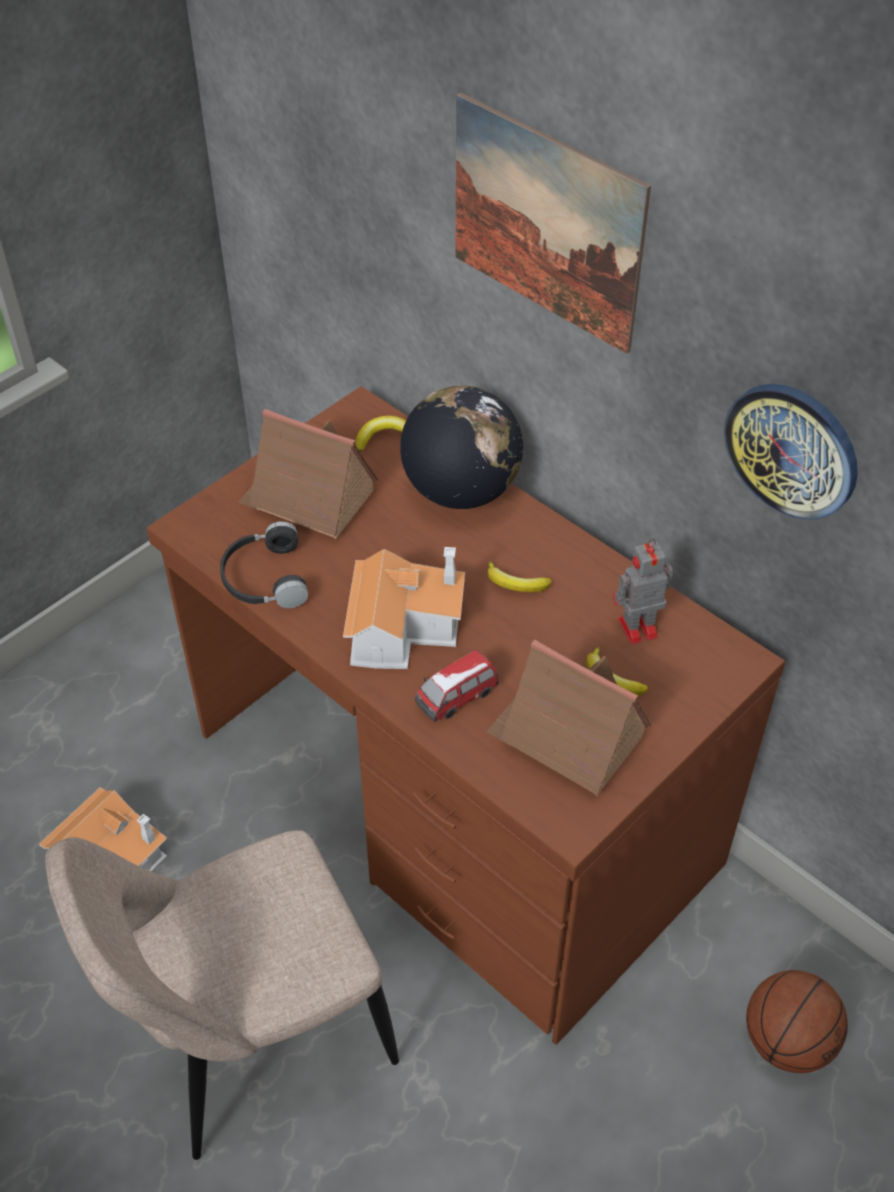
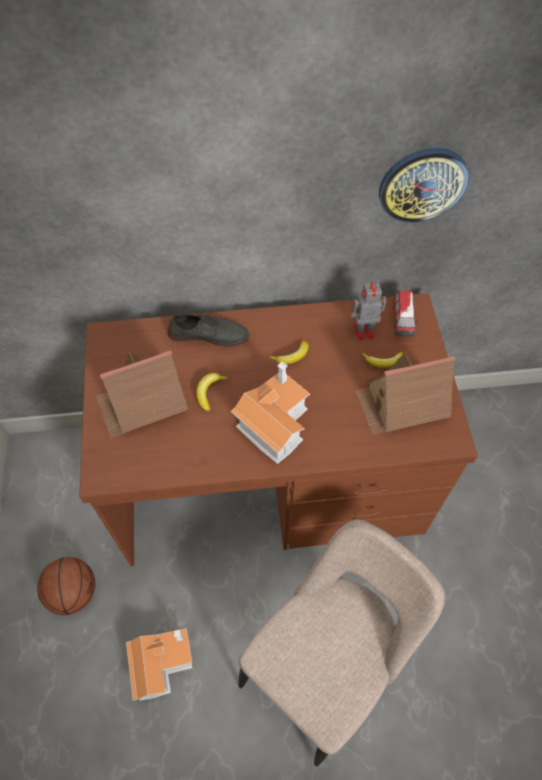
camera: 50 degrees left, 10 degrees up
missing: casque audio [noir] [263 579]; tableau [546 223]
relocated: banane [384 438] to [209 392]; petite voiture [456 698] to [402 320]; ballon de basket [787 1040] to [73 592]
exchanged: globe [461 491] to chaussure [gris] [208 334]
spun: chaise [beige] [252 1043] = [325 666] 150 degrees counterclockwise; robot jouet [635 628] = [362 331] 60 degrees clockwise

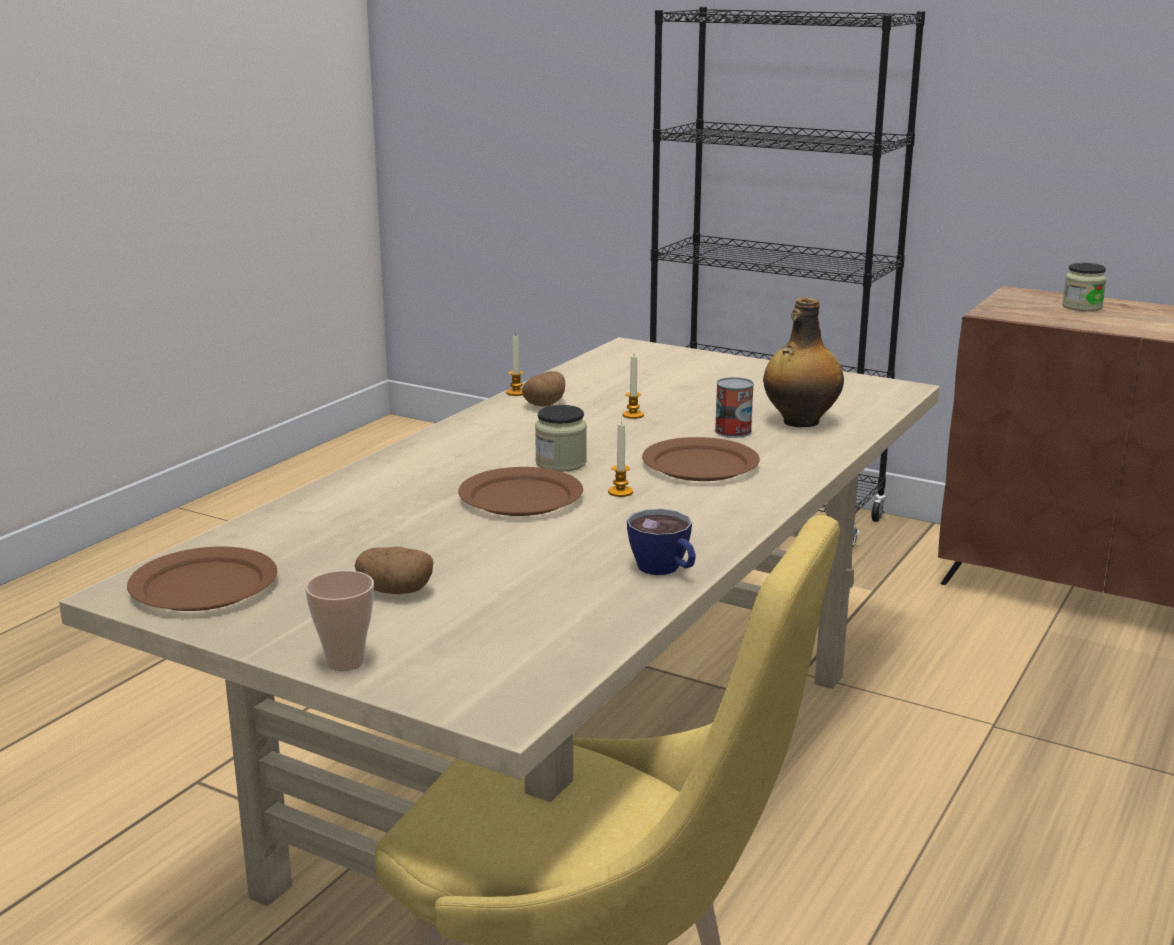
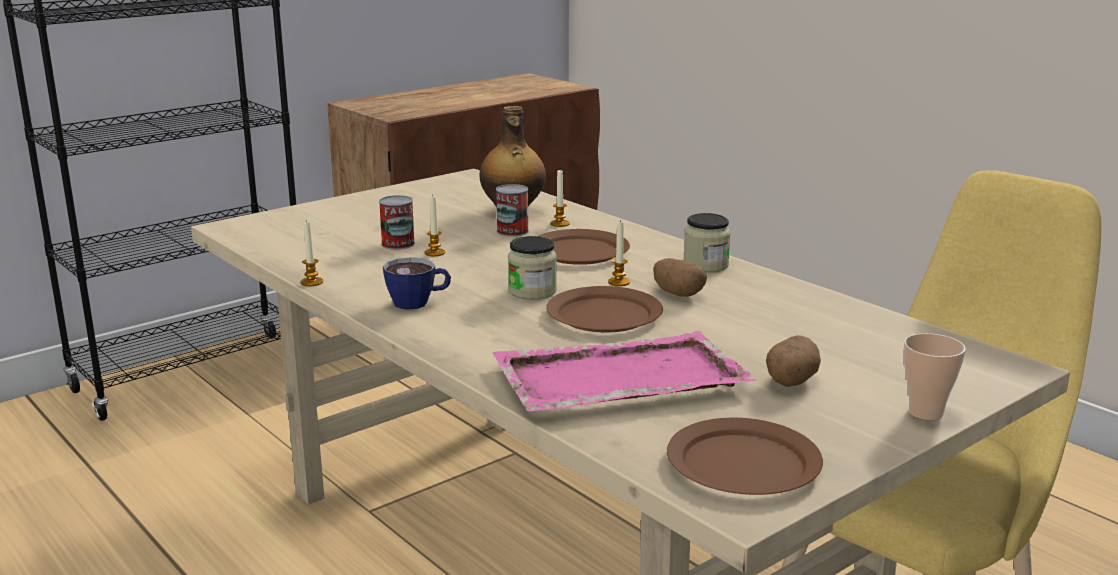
camera: 70 degrees left, 0 degrees up
appeared: boîte métallique [398 244]; plateau [rose] [617 379]; bougie [560 224]
relocated: pomme de terre [545 404] to [678 294]; tasse [665 570] to [419 302]; bocal [1082 307] to [705 265]

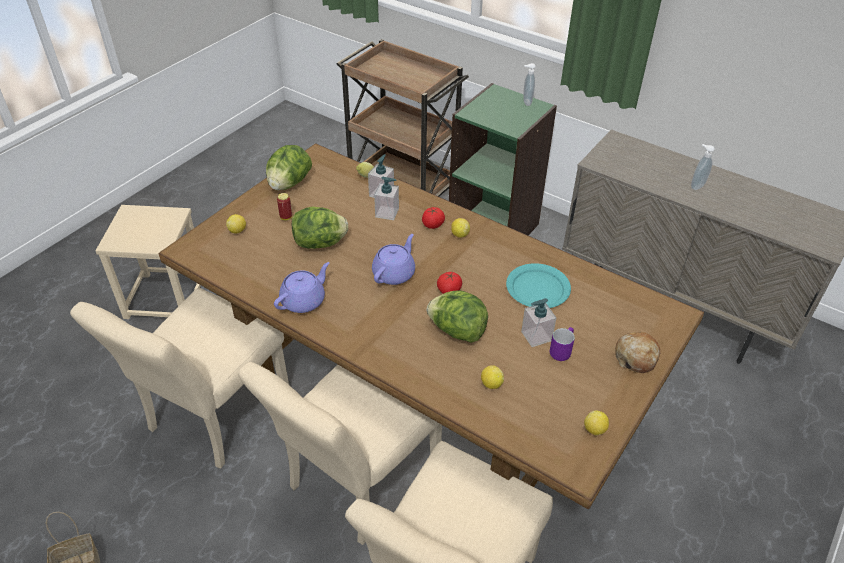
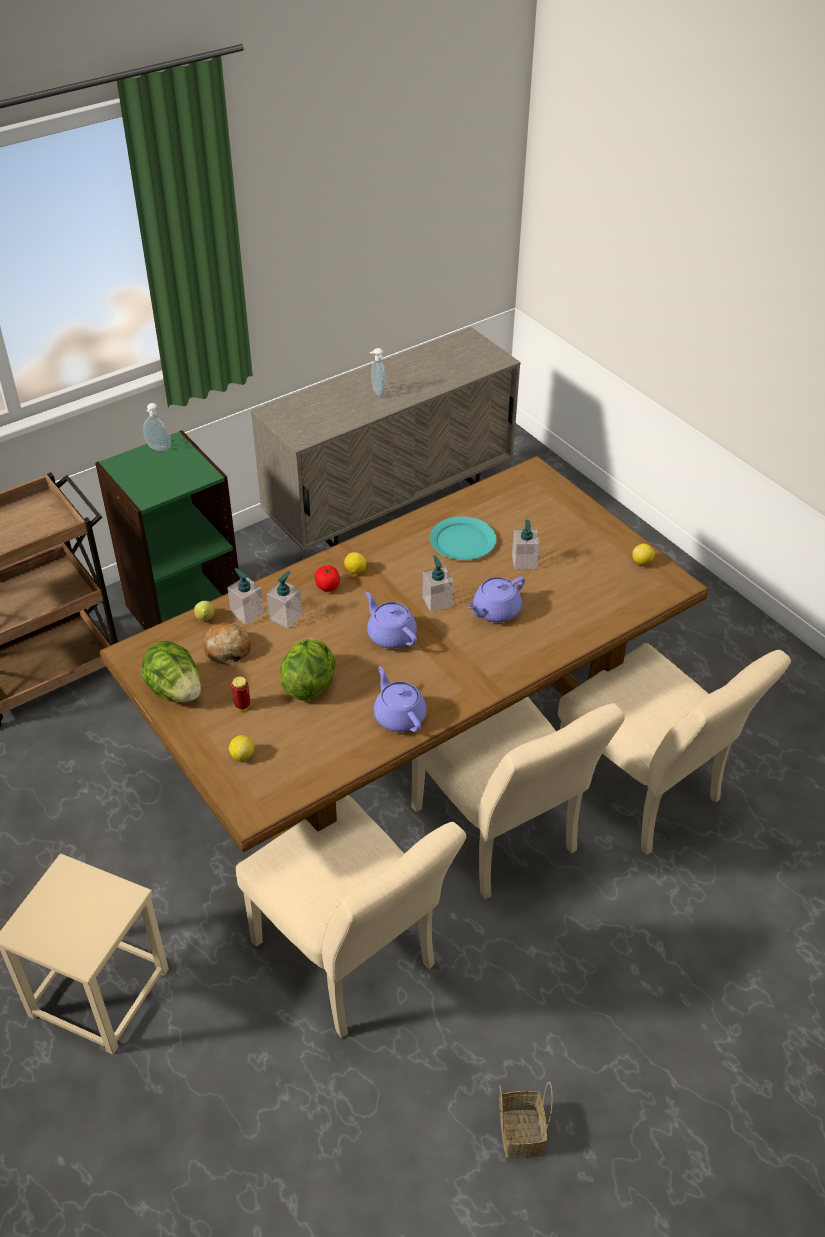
camera: 70 degrees left, 0 degrees up
missing: citron [491 384]; mug [violet] [560 350]
relocated: pain [636 357] to [227 649]
exchanged: laitue [457 331] to théière [violet] [495 611]; tomate [449 290] to distributeur de savon [437 601]

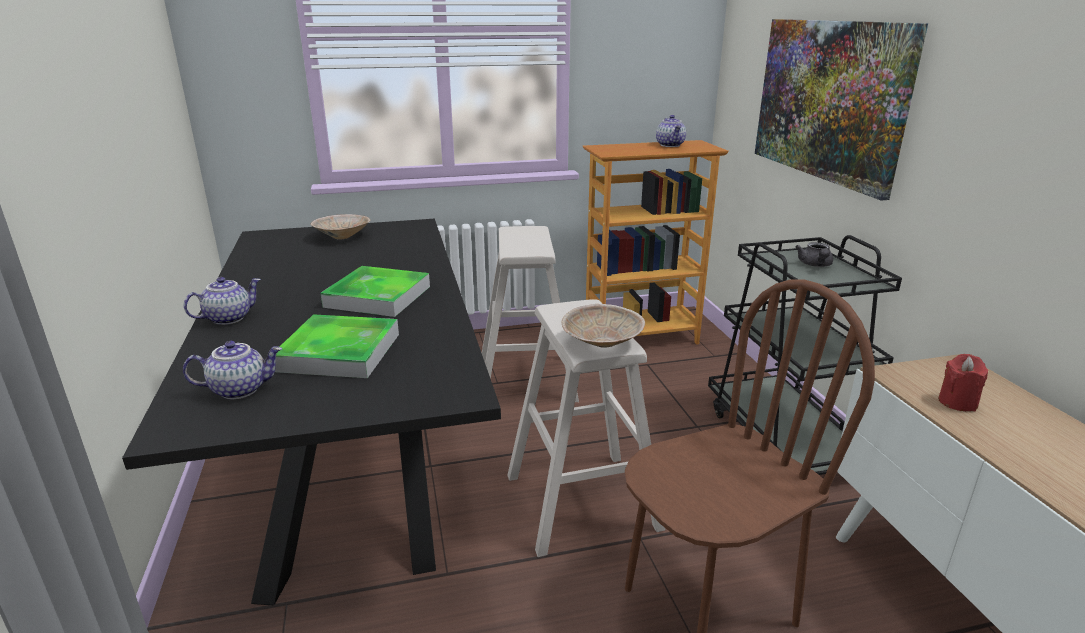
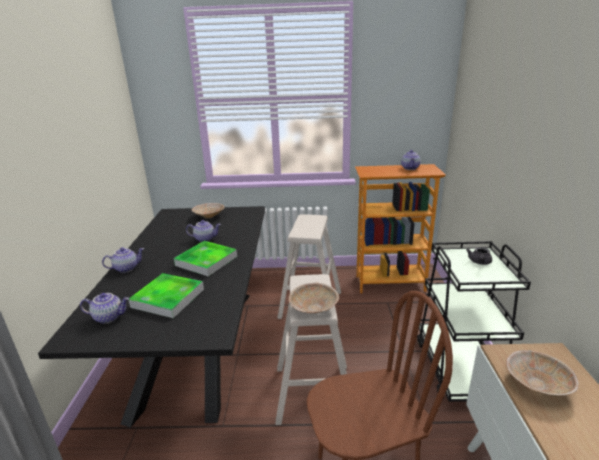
camera: 15 degrees right, 0 degrees up
missing: tableau [828 100]
appeared: théière [205 239]
exchanged: bougie [rouge] [957 402] to bol [beige] [536 383]

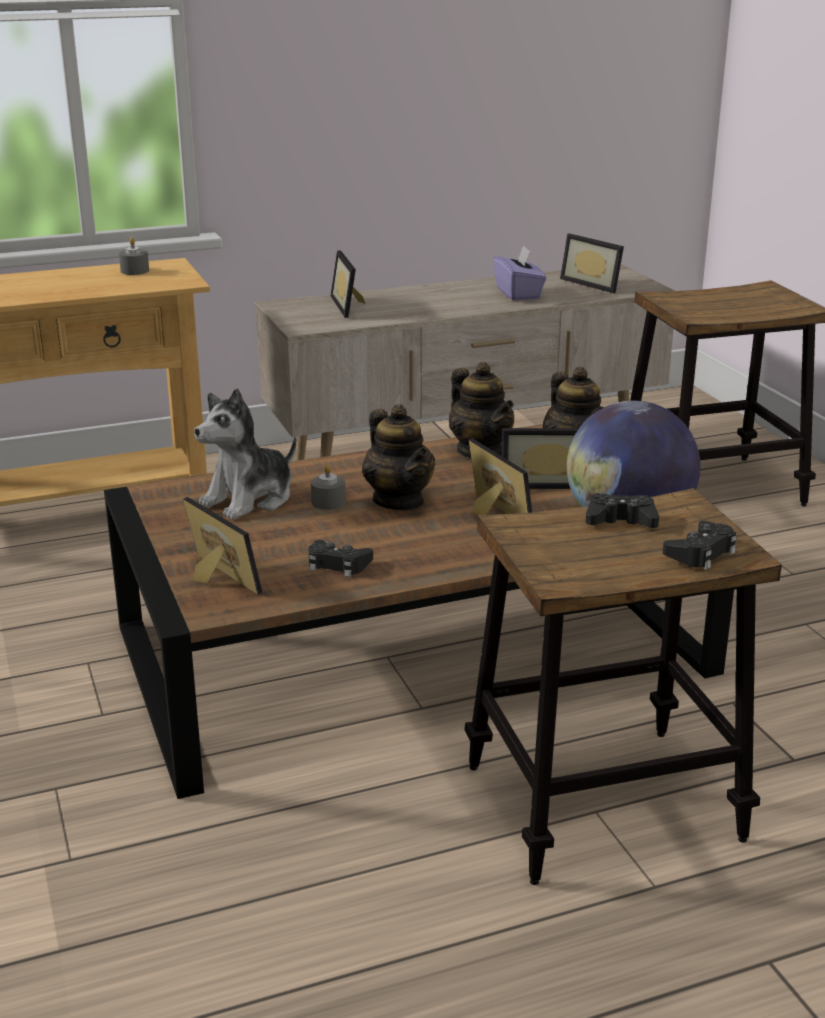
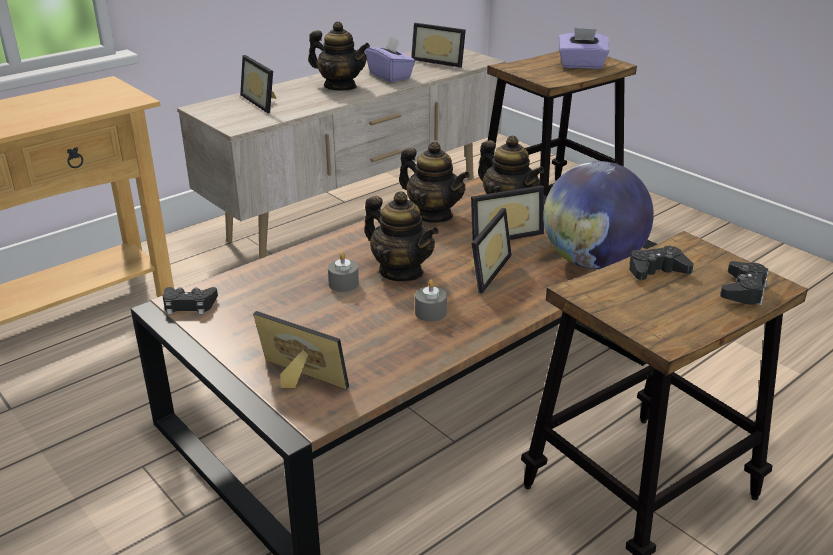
camera: 20 degrees left, 5 degrees up
missing: peluche [250 499]
appeared: théière [340 87]; boîte à mouchoirs [violet] [581 65]
relocated: bougie [gris] [135 271] to [430 312]; manette [noir] [337 564] to [189 305]
spun: cadre photo [491 514] = [483 271] 75 degrees clockwise

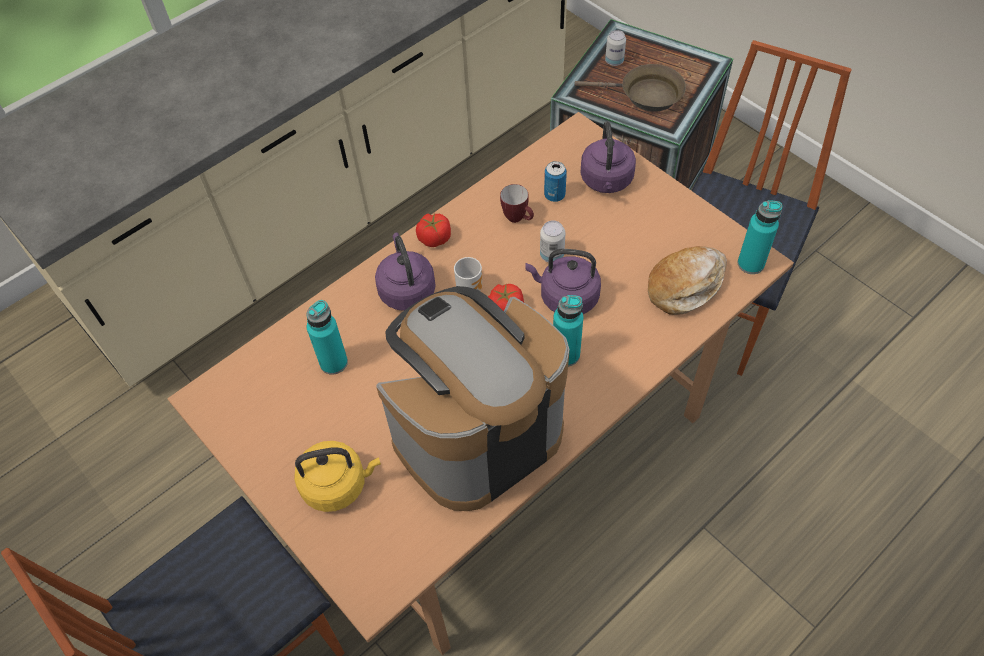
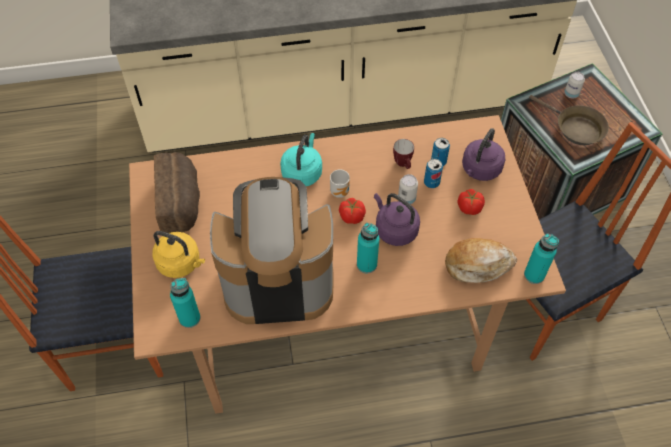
camera: 30 degrees right, 0 degrees up
appeared: pain [181 203]; boîte métallique [431 182]
relocated: bouteille [turquoise] [333 362] to [189 318]; tomate [434 238] to [469 207]
colour: bouilloire [violet] [406 289] to bouilloire [turquoise] [302 172]

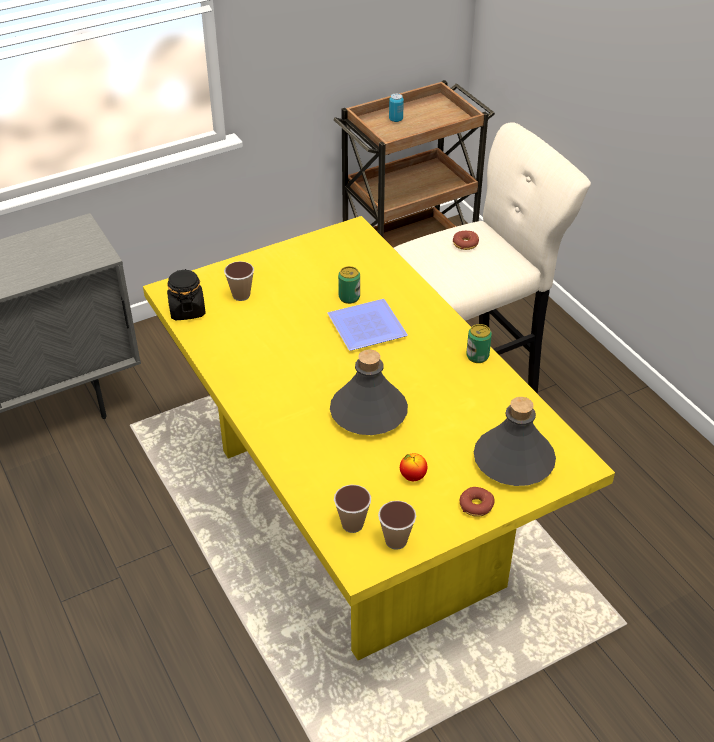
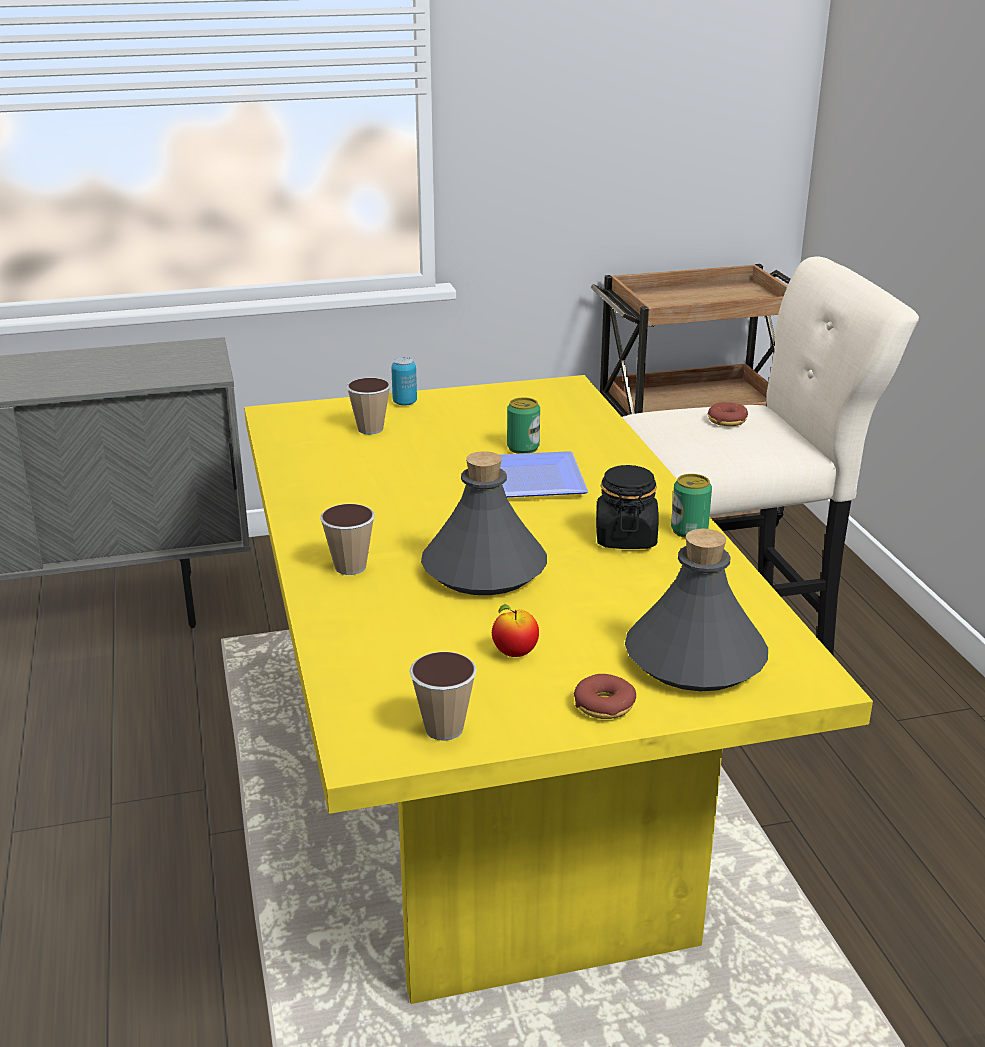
camera: 15 degrees right, 15 degrees down
relocated: bocal [noir] [187 310] to [625 538]; tasse [352 524] to [350 567]; boîte métallique [395 119] to [404 402]

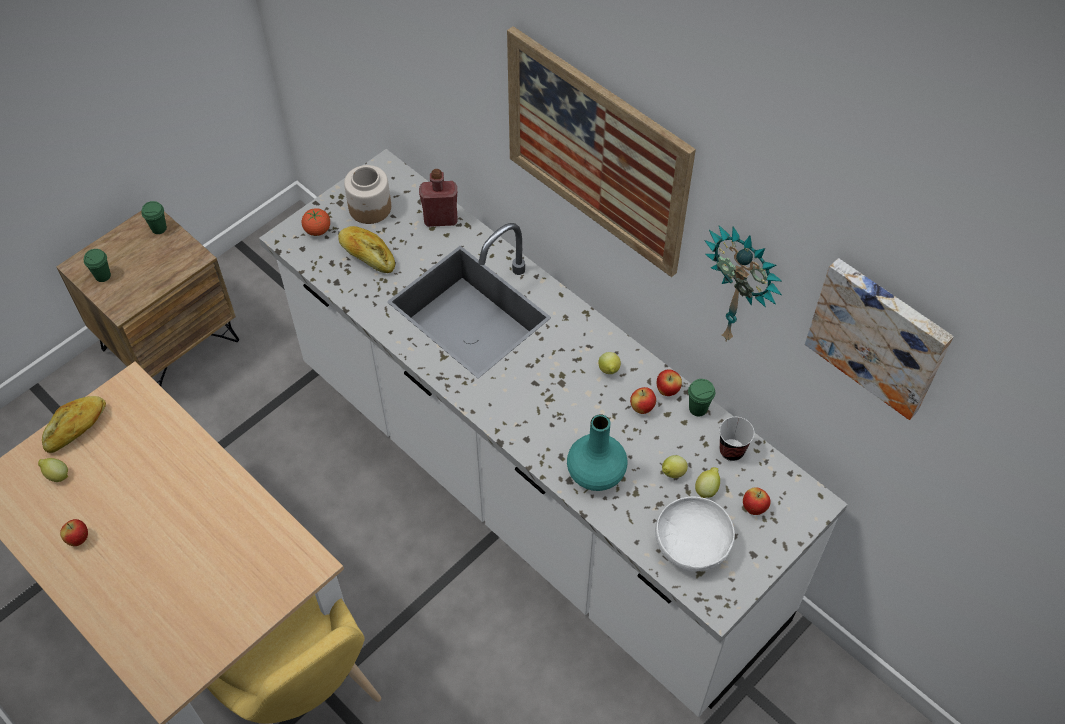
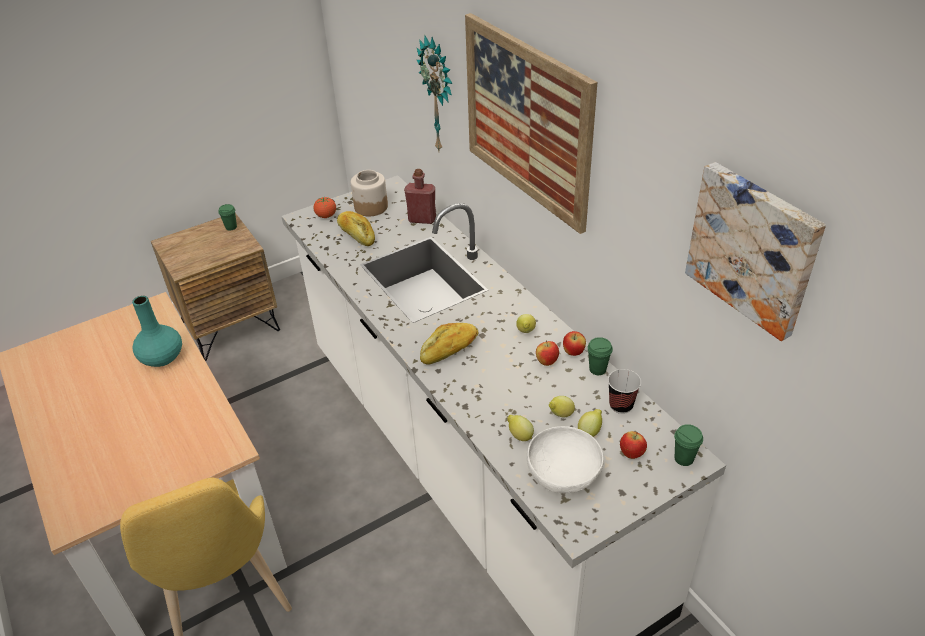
camera: 15 degrees right, 15 degrees down
missing: pomme [78 539]
relocated: citron [57 475] to [519 436]; pain [77 429] to [450 350]; tasse [vert] [103 276] to [684 458]; vase [turquoise] [596 473] to [162 358]; horloge murale [742 286] to [440 96]

